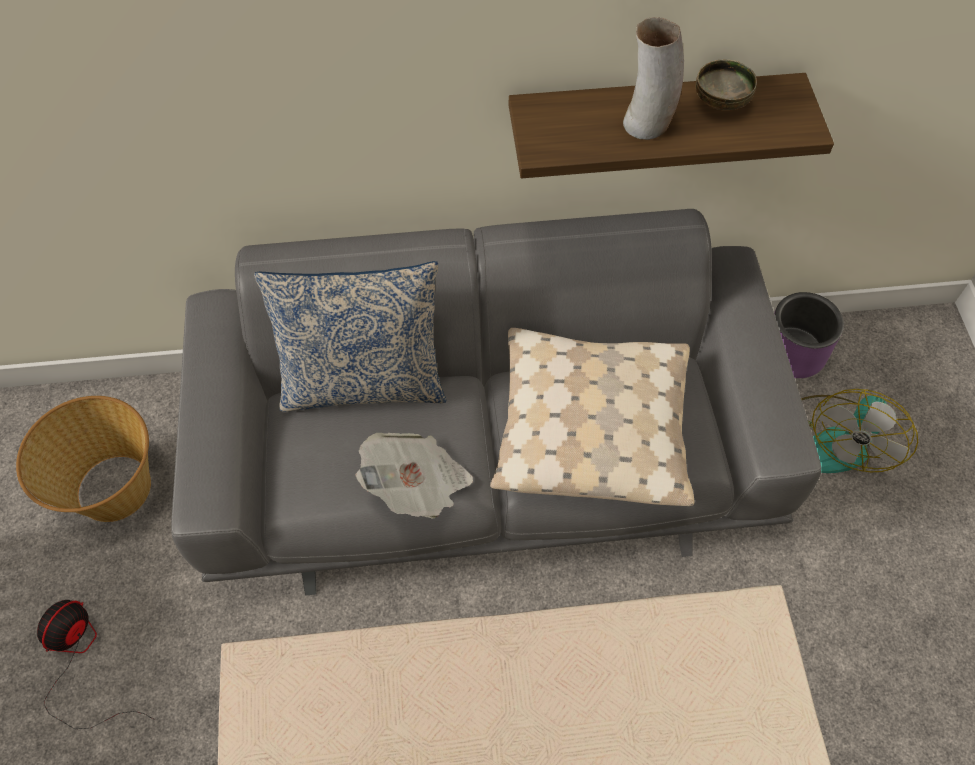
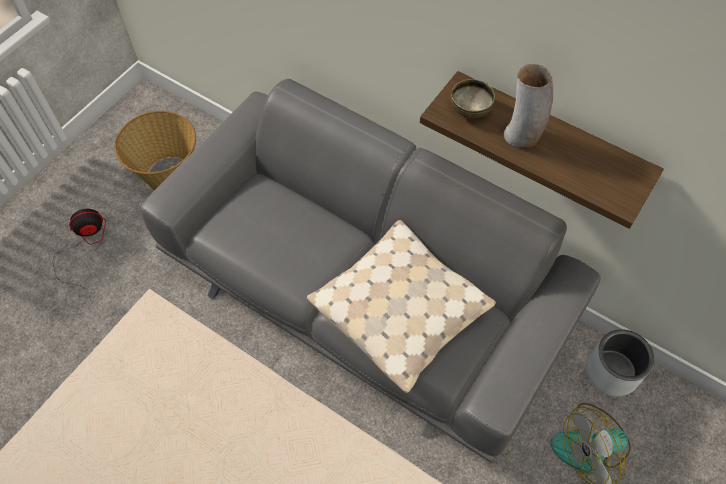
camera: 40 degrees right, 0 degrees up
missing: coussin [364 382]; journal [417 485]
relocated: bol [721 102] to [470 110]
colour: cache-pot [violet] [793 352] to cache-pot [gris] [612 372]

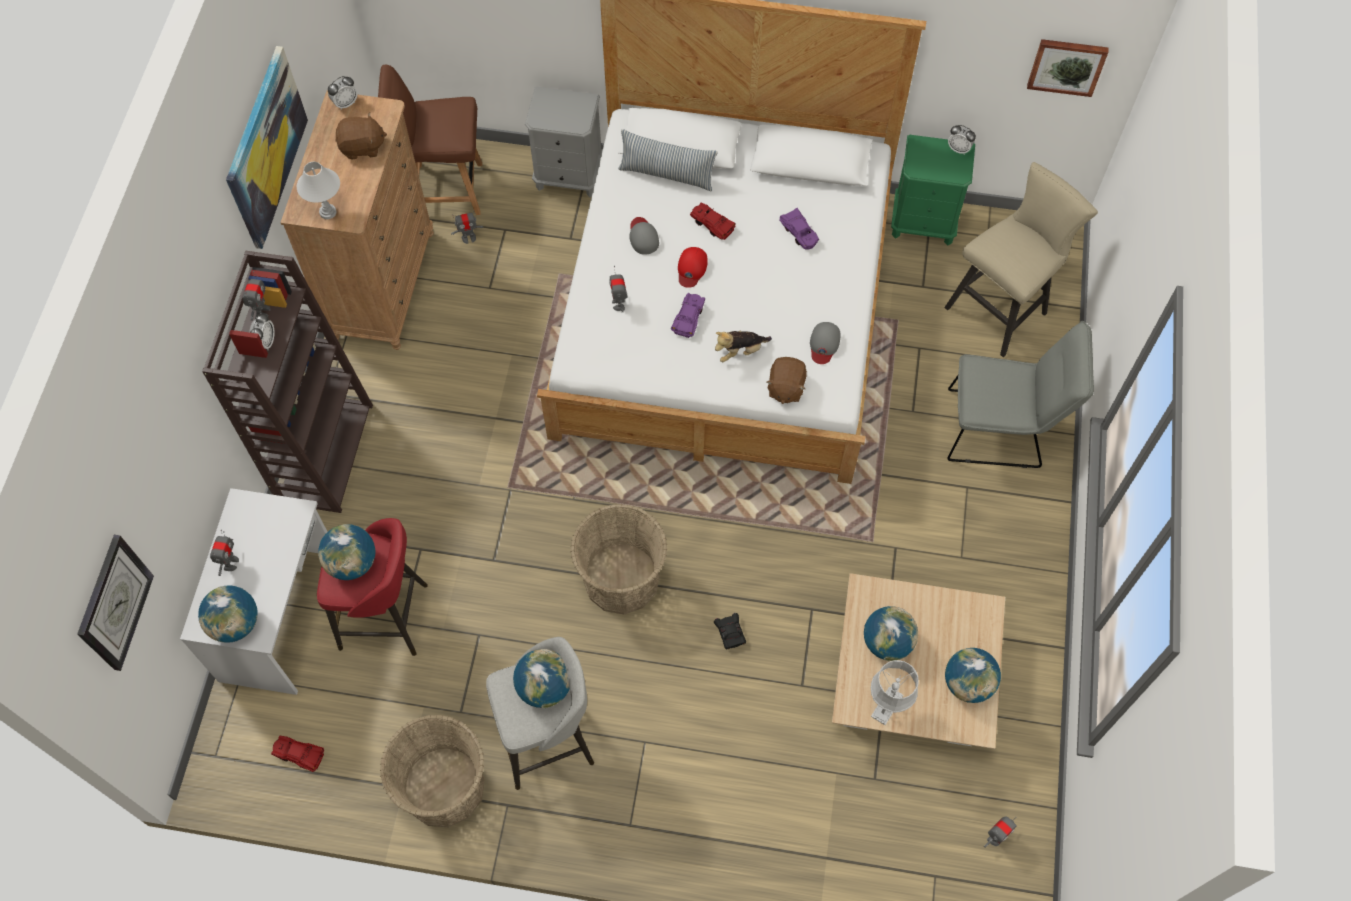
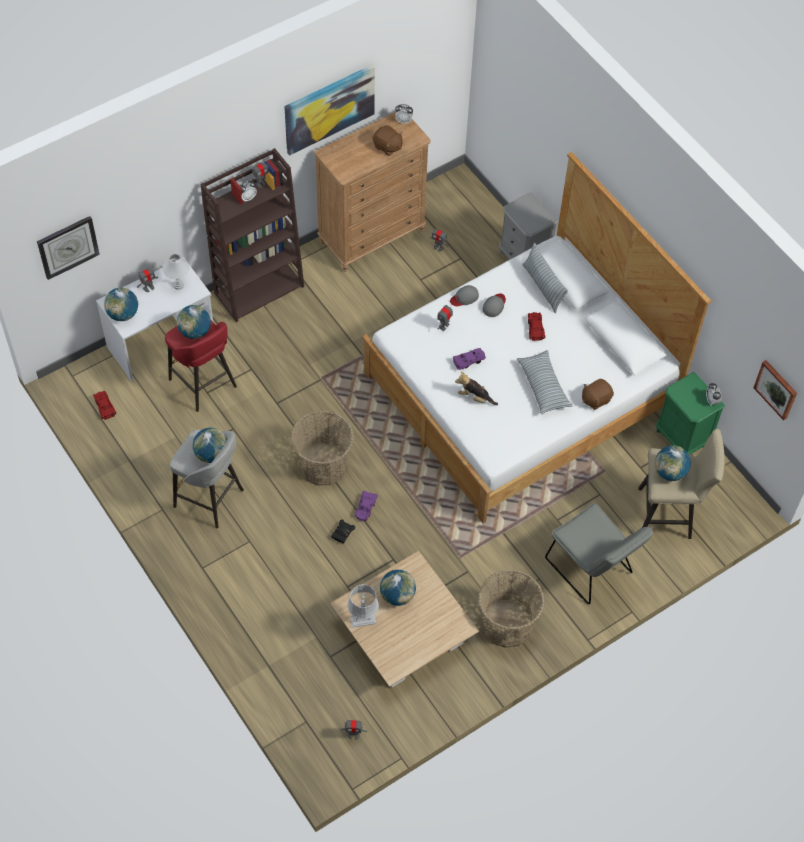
camera: 45 degrees right, 5 degrees down
missing: chaise [marron] [445 189]; casquette [rouge] [691 268]
appeared: coussin [543 386]
relocated: lampe de table [blanc] [327 212] to [178 285]; panier [444 787] to [507 623]; peluche [marron] [785 388] to [595 399]; petite voiture [violet] [799 233] to [365 508]; casquette [gris] [824 344] to [464 297]; globe [967 683] to [669 472]

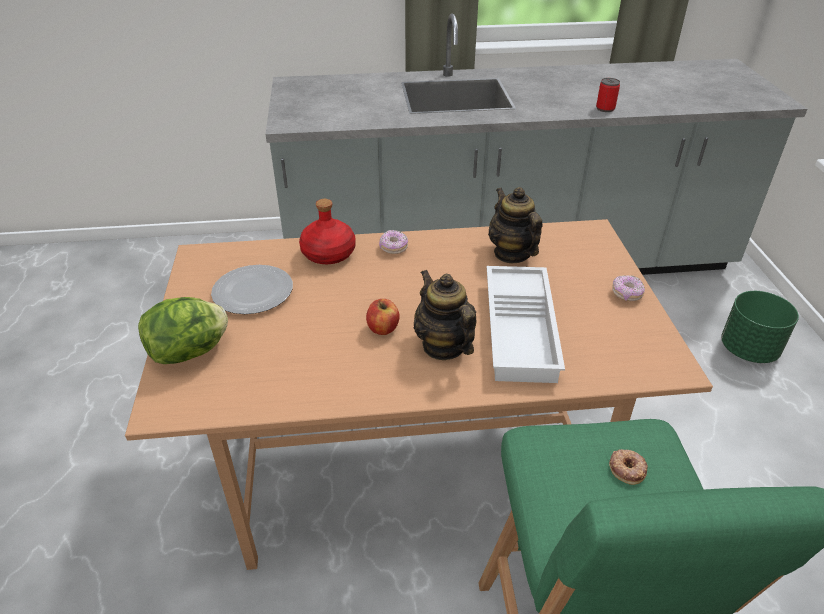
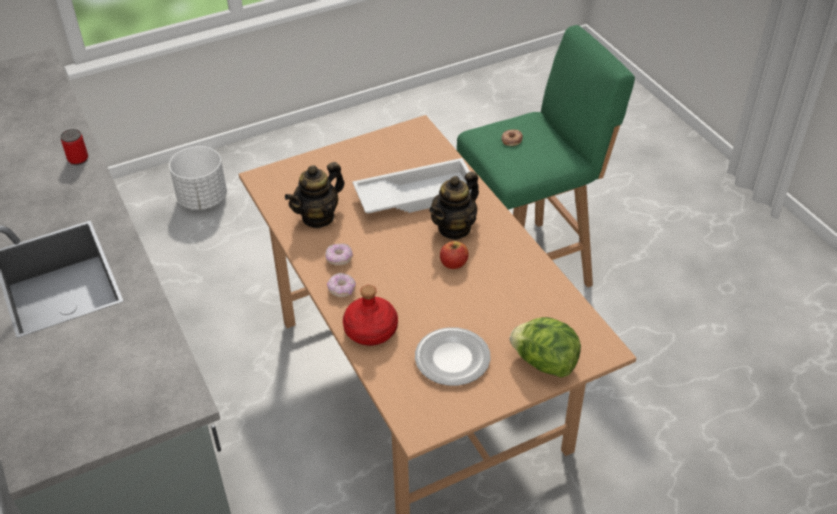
camera: 110 degrees left, 5 degrees up
relocated: beignet [626 294] to [339 259]
colour: cache-pot [vert] [748 350] to cache-pot [blanc] [203 199]

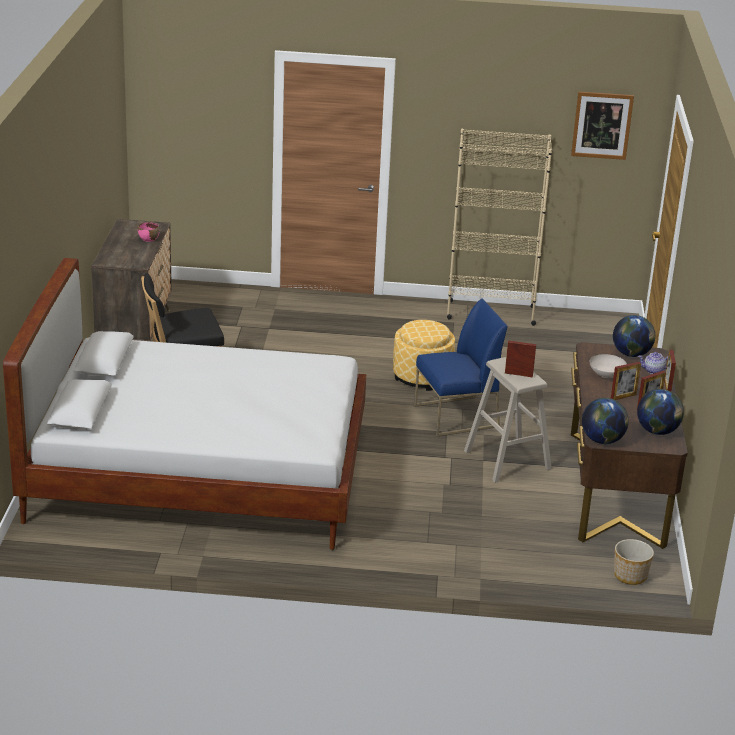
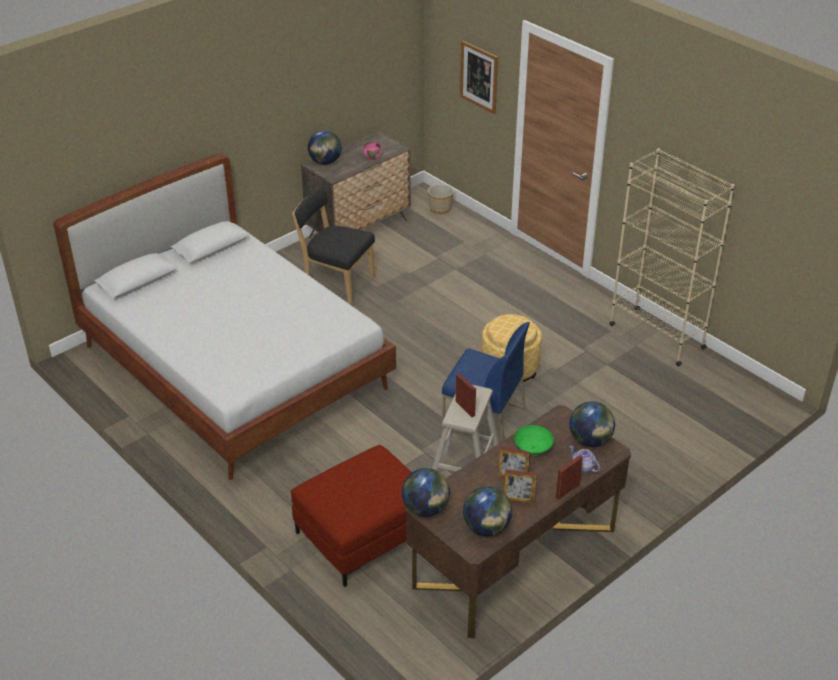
camera: 45 degrees right, 10 degrees up
appeared: pouf [rouge] [363 535]; globe [325 162]
relocated: tableau [602 125] to [479 77]; cache-pot [631 576] to [440 208]
colour: bol [blanc] [606 375] to bol [vert] [532 449]

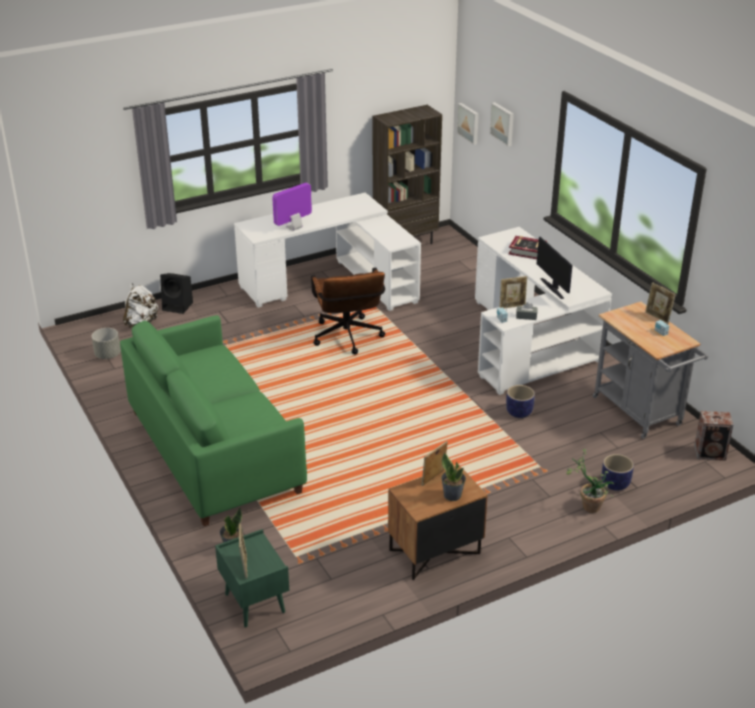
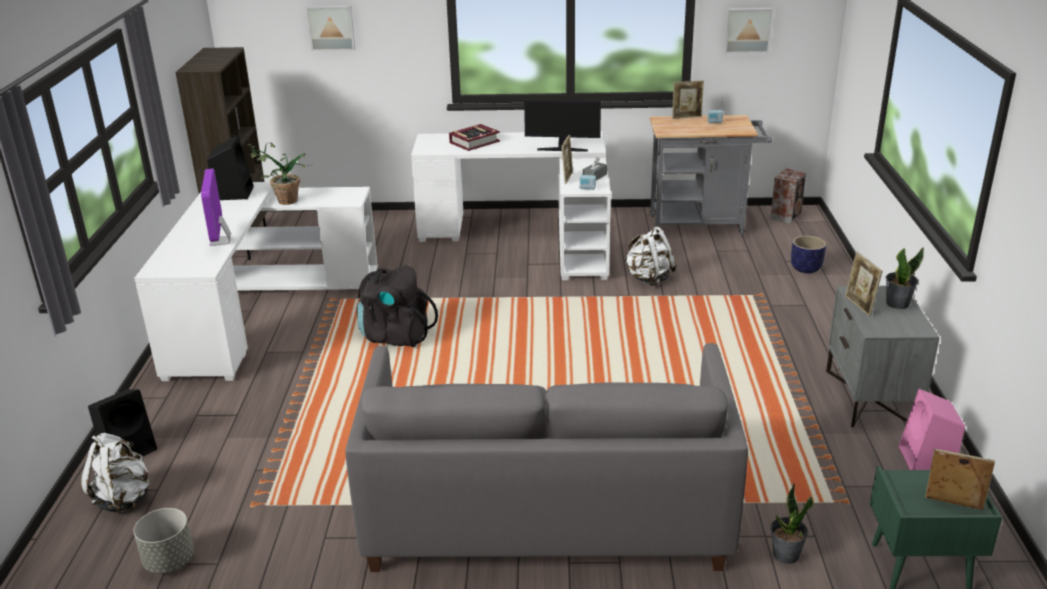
camera: 60 degrees left, 5 degrees down
appeared: enceinte [noir] [234 193]; enceinte [rose] [926 460]
relocated: tableau [469 123] to [747 30]; plante en pot [587 504] to [282 201]
exchanged: chaise de bureau [marron] [348 339] to sac à dos [noir] [395 335]; cache-pot [518 412] to sac à dos [blanc] [648 279]
colour: canapé [vert] [214 451] to canapé [gris] [547 512]; table de chevet [marron] [435 553] to table de chevet [gris] [870 398]

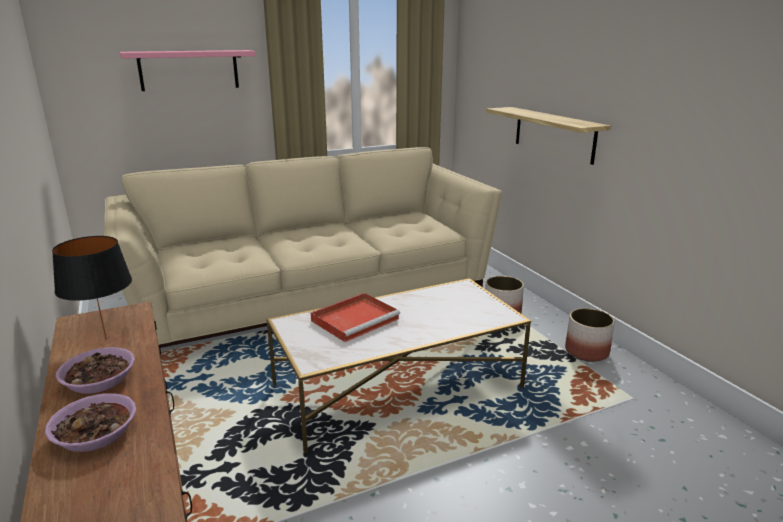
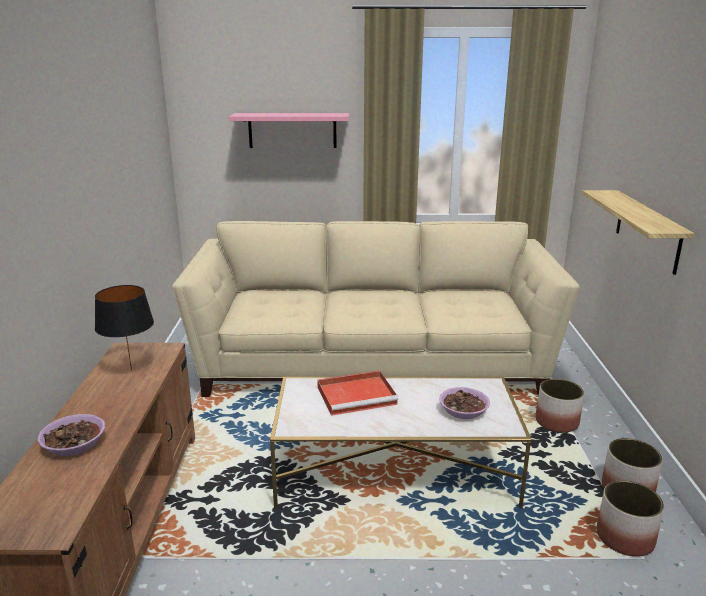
camera: 25 degrees right, 0 degrees up
appeared: cache-pot [625 538]
relocated: bol [98 380] to [463 410]

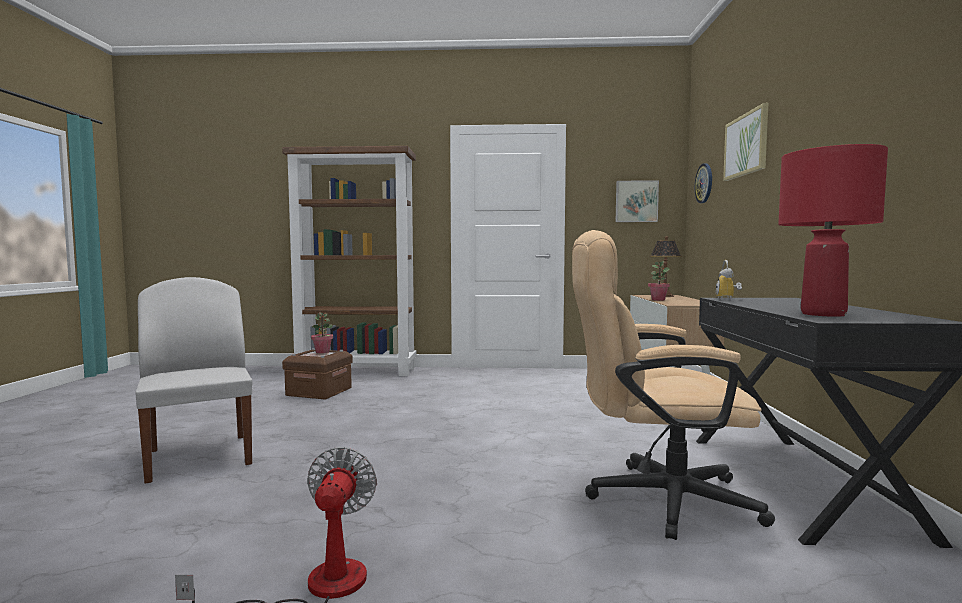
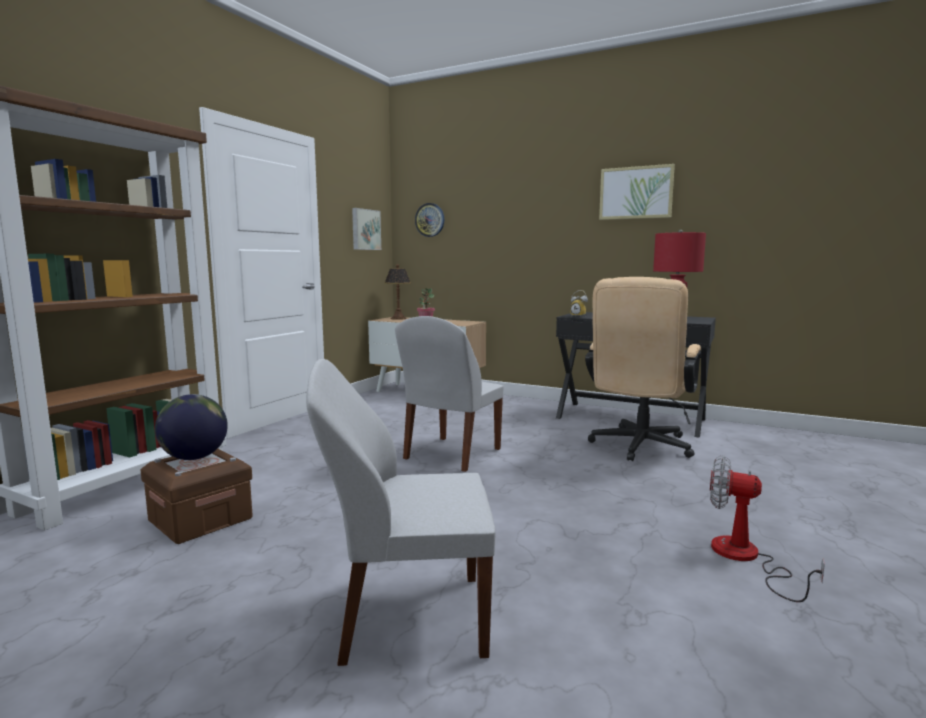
camera: 65 degrees left, 5 degrees up
appeared: chaise [blanc] [451 455]
relocated: tableau [746 145] to [636 193]
exchanged: plante en pot [322 352] to globe [194 457]

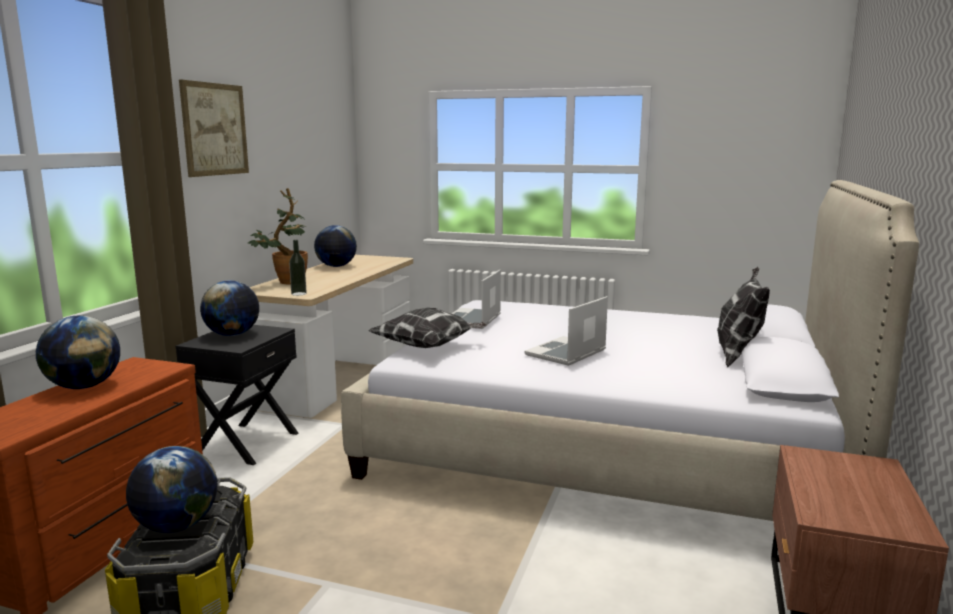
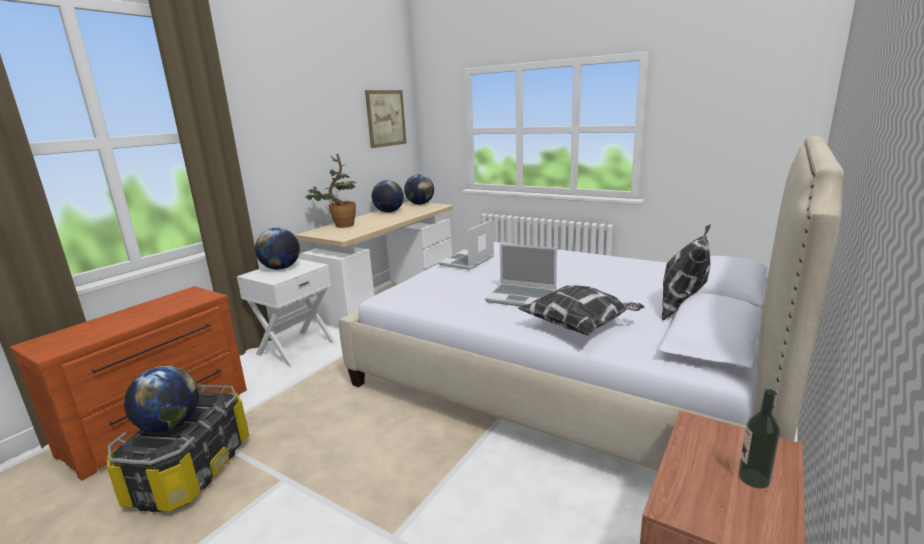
camera: 15 degrees right, 5 degrees up
relocated: globe [84 386] to [420 204]; tableau [215 129] to [386 118]; bouteille [298 294] to [753 478]; coussin [429 347] to [580 327]
colour: table de chevet [noir] [245 443] to table de chevet [blanc] [296 347]
spun: ordinateur portable [566 353] = [522 297] 120 degrees counterclockwise

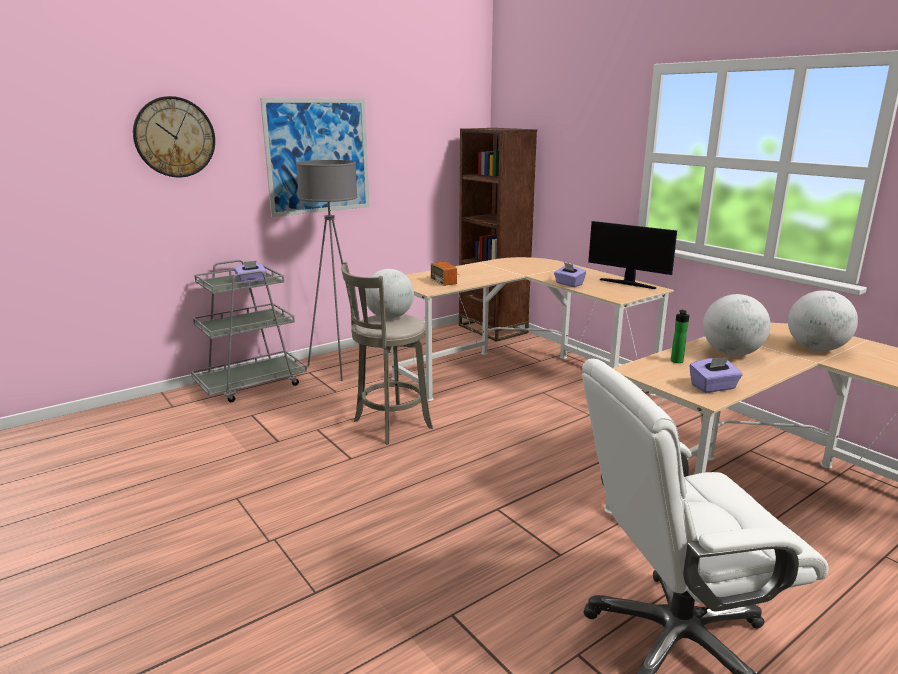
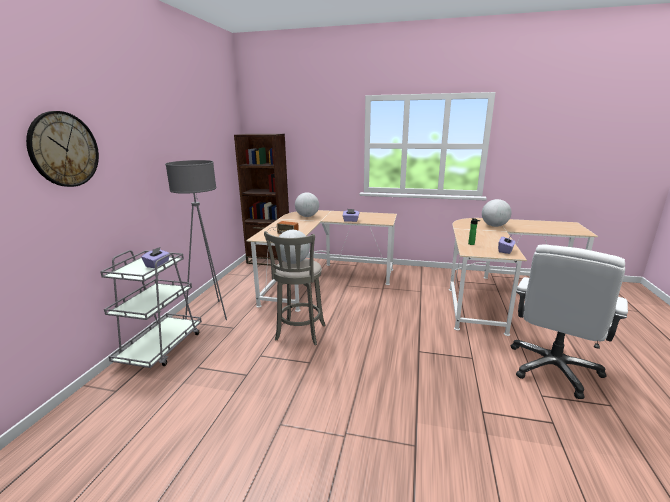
camera: 40 degrees left, 0 degrees up
missing: tableau [318 156]; écran d'ordinateur [628 283]
relocated: globe [731 353] to [307 216]

